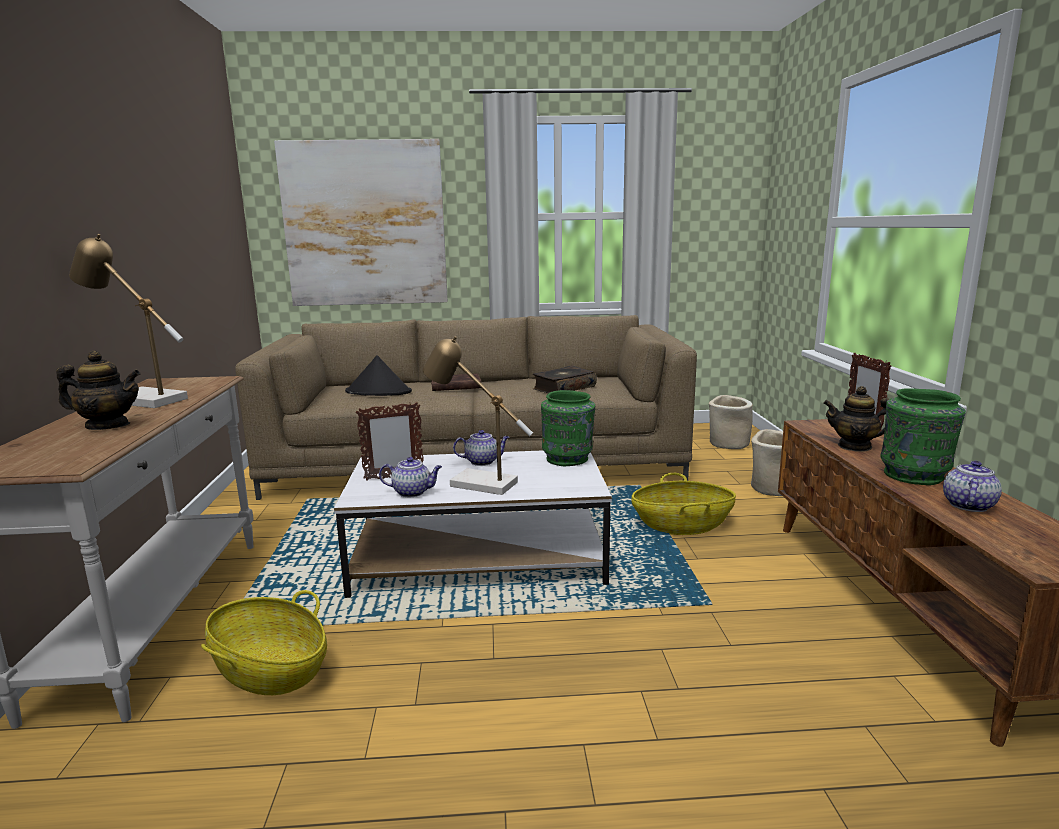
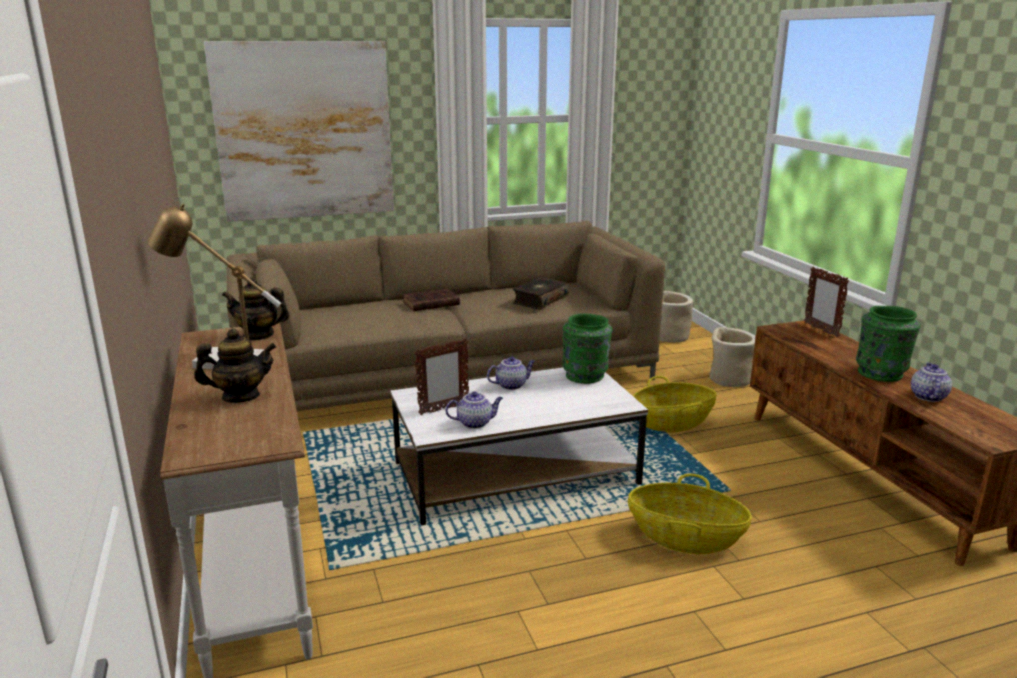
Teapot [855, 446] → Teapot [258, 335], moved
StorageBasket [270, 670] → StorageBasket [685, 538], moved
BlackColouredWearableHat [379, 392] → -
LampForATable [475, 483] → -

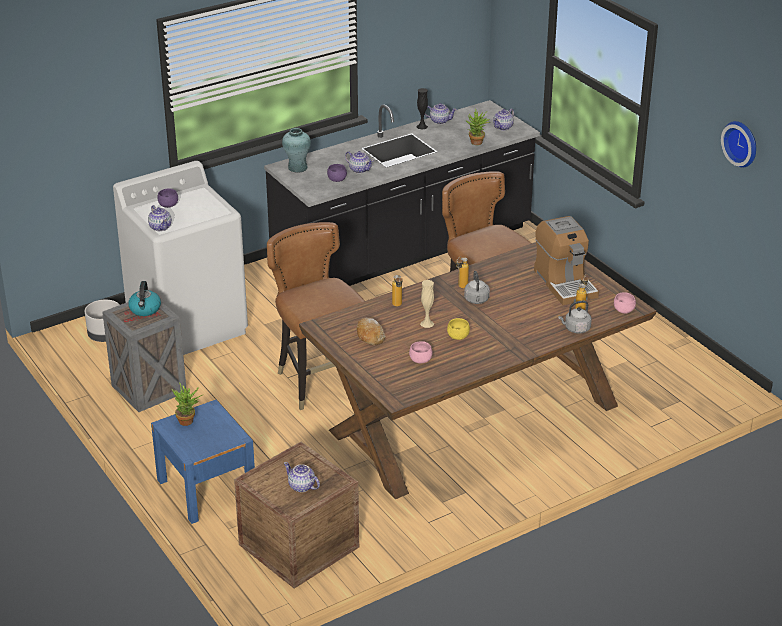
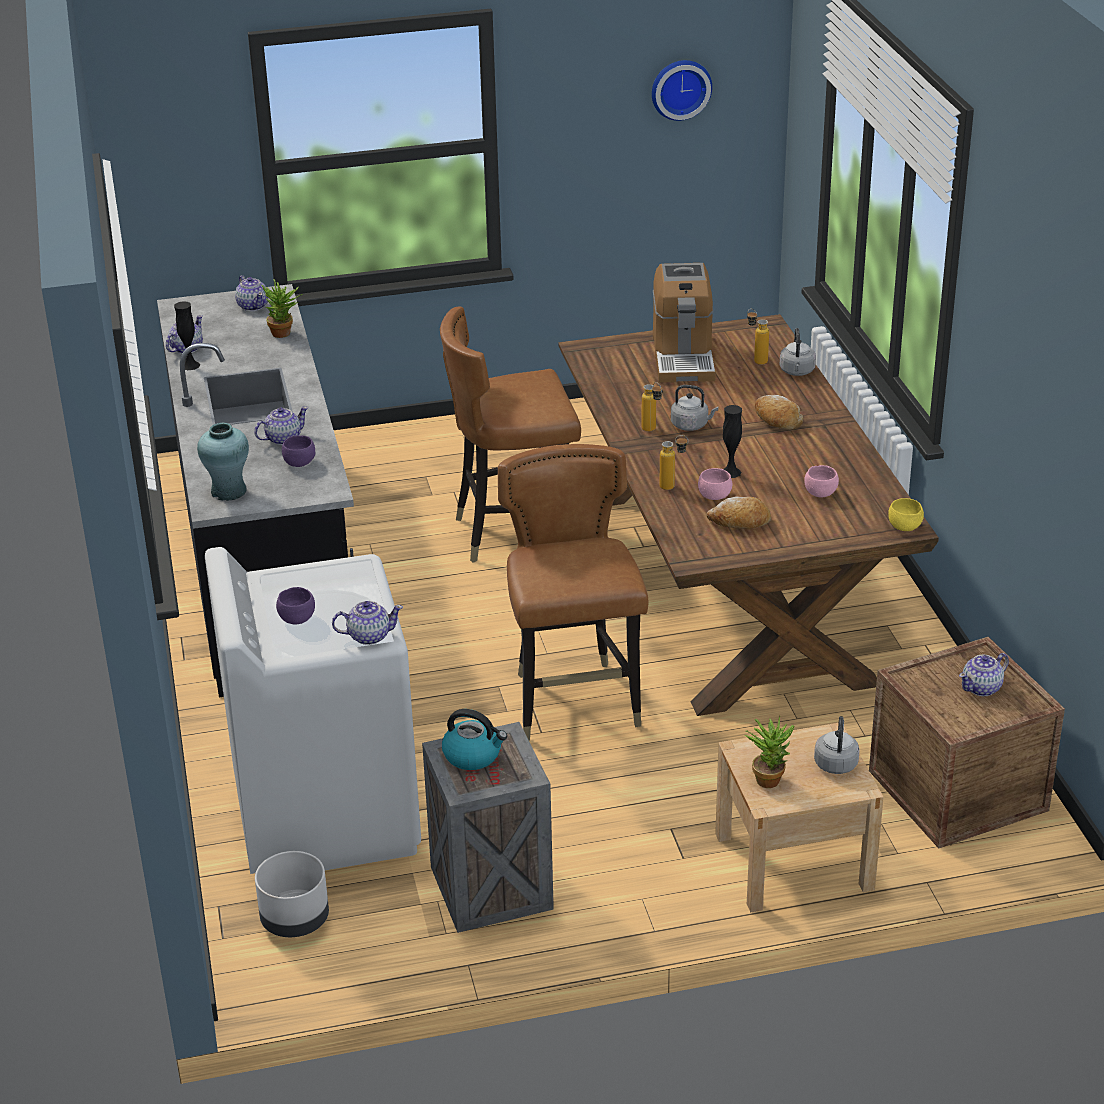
BrownPlainChair [319, 383] → BrownPlainChair [574, 703], 90 degrees clockwise
CoffeeBrewer [564, 283] → CoffeeBrewer [683, 357], 90 degrees clockwise
PinkBowl [624, 310] → PinkBowl [715, 496], moved
BluishNightstand [206, 489] → BeigeNightstand [793, 861]
BeigeDecorativeVase [427, 323] → BlackColouredDecorativeVase [730, 472]
- → BakeryBread [777, 419]
- → GreyishKettle [836, 762]
YellowBowl [458, 337] → YellowBowl [904, 527], moved

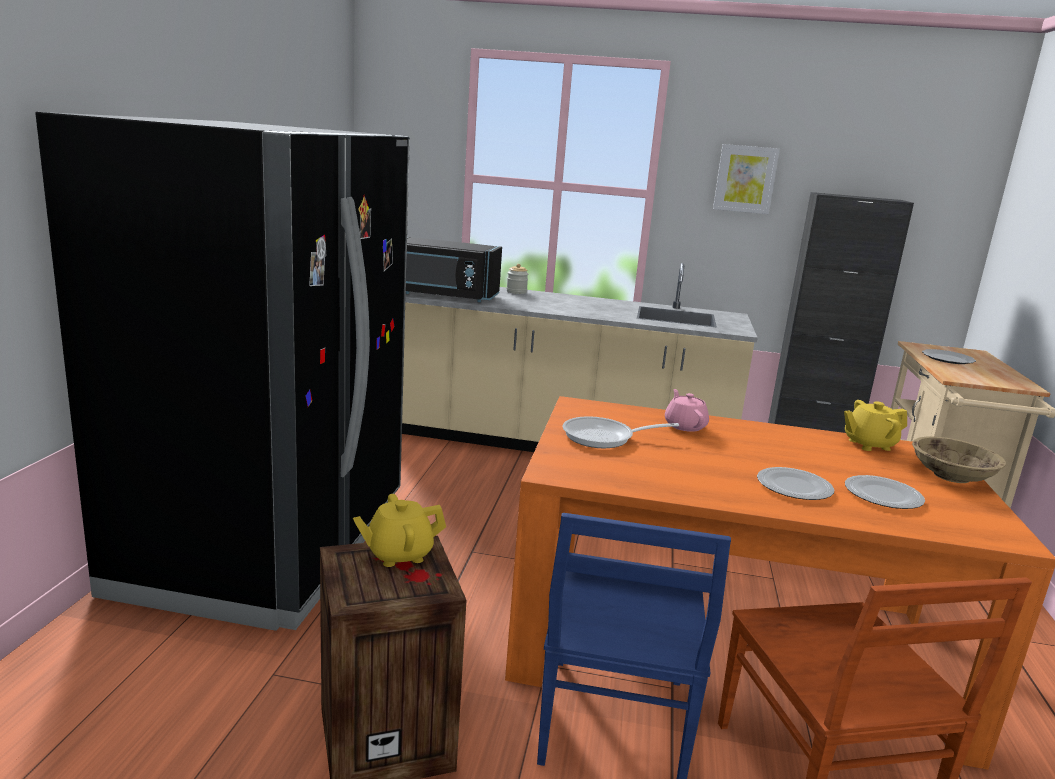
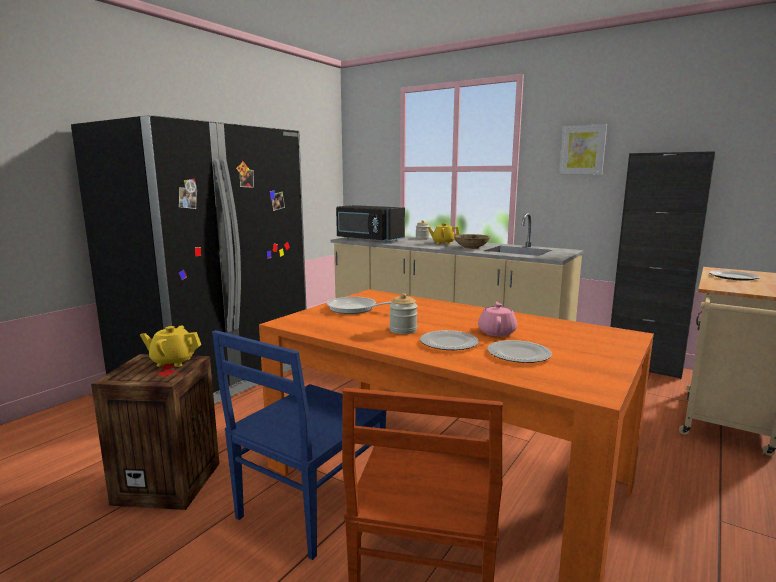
- → Jar [403, 330]
YellowTeapot [868, 444] → YellowTeapot [443, 243], moved
BeigeBowl [951, 476] → BeigeBowl [471, 247], moved
PinkTeapot [685, 426] → PinkTeapot [497, 332], moved

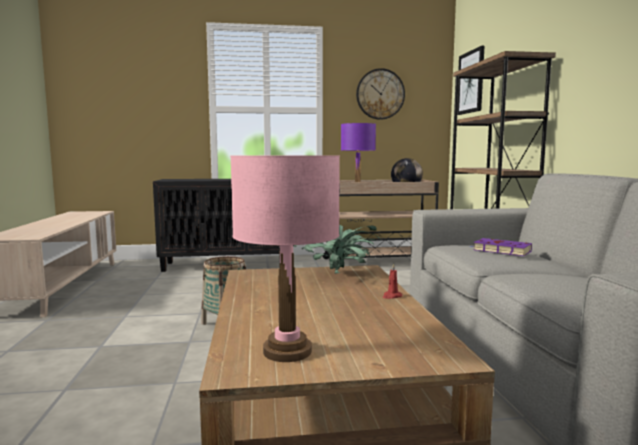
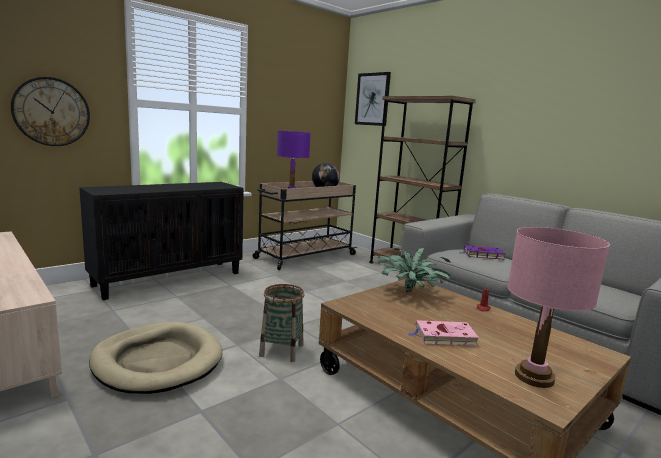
WallClock [380, 94] → WallClock [51, 112], moved
- → BeigeDogBed [157, 361]
- → PinkBook [443, 337]

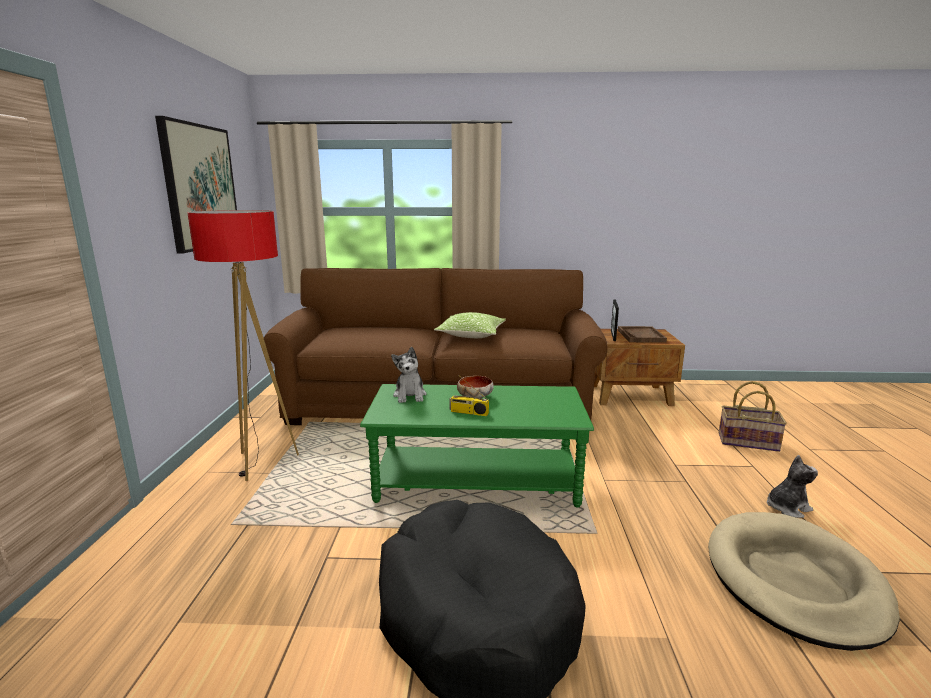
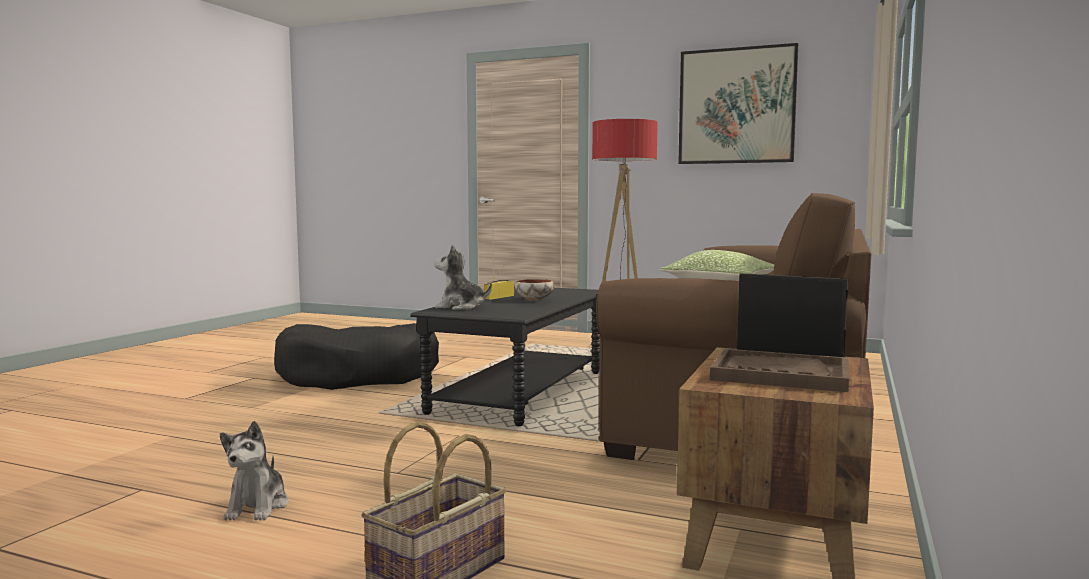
GreenishLowTable [477, 481] → BlackColouredLowTable [519, 393]
PlushToy [410, 395] → PlushToy [460, 307], moved
BeigeDogBed [794, 581] → -

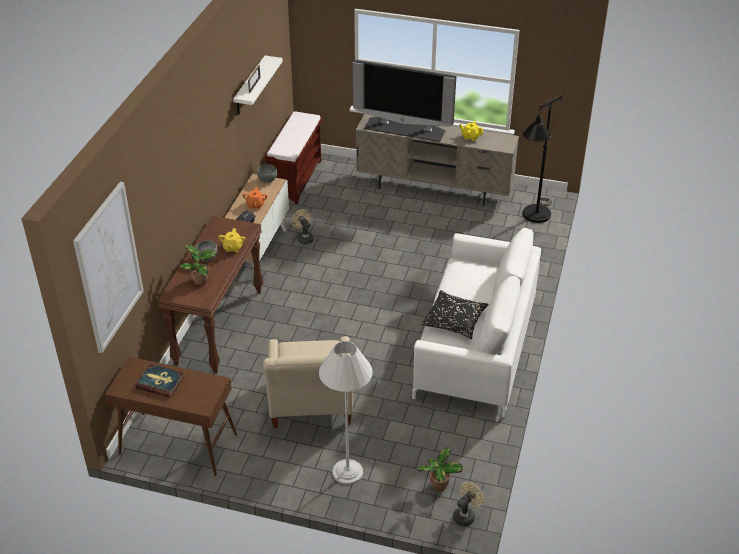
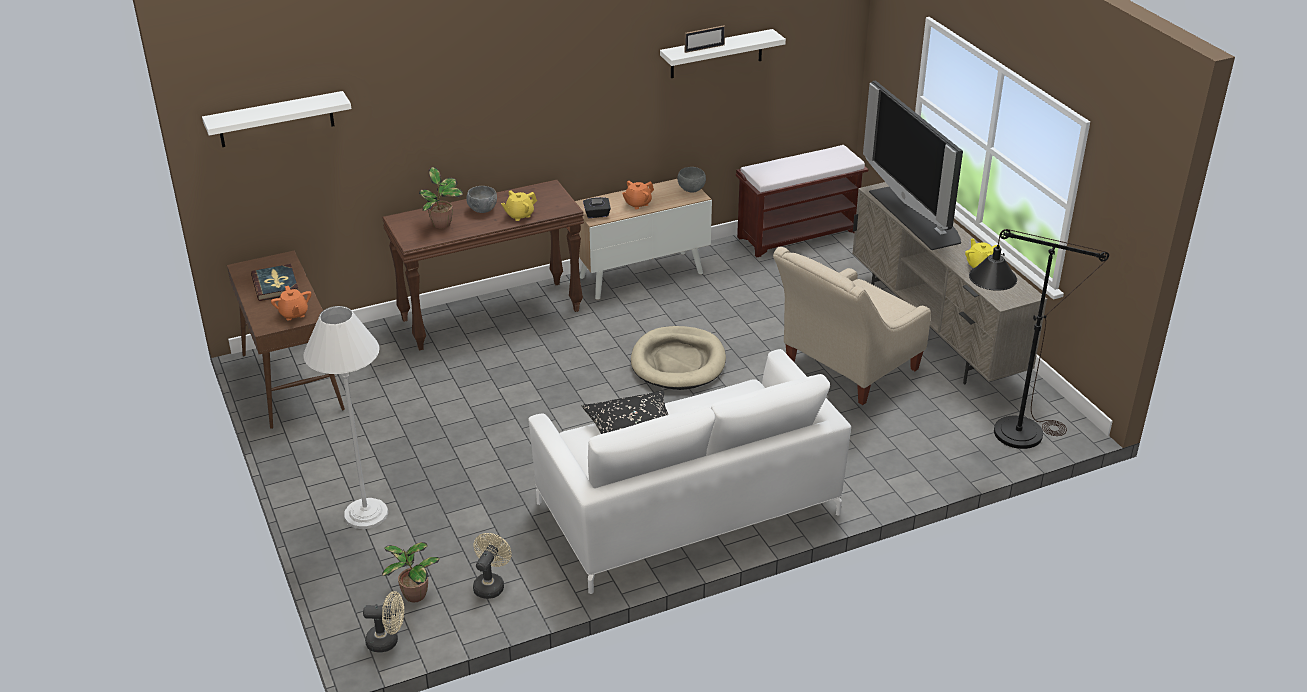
Picture [108, 267] → WhiteShelf [276, 119]
- → OrangeColouredTeapot [293, 314]
BeigeCoolingFan [304, 238] → BeigeCoolingFan [490, 584], moved
- → BeigeDogBed [678, 362]
BeigeArmchair [311, 408] → BeigeArmchair [845, 369], moved

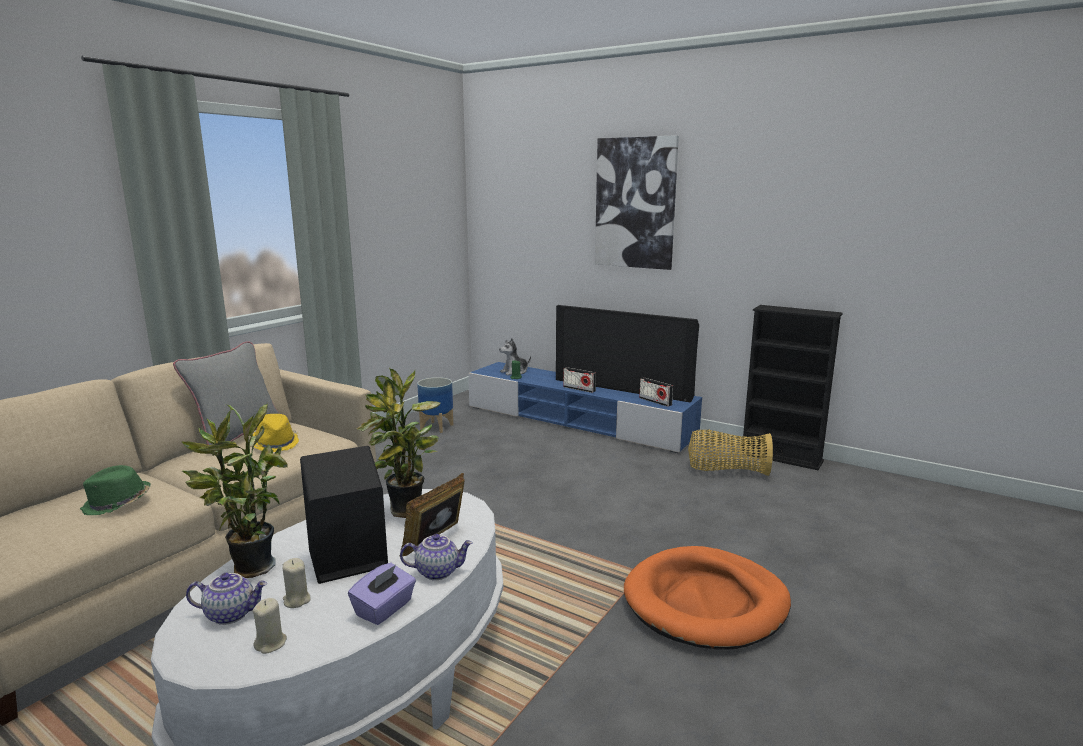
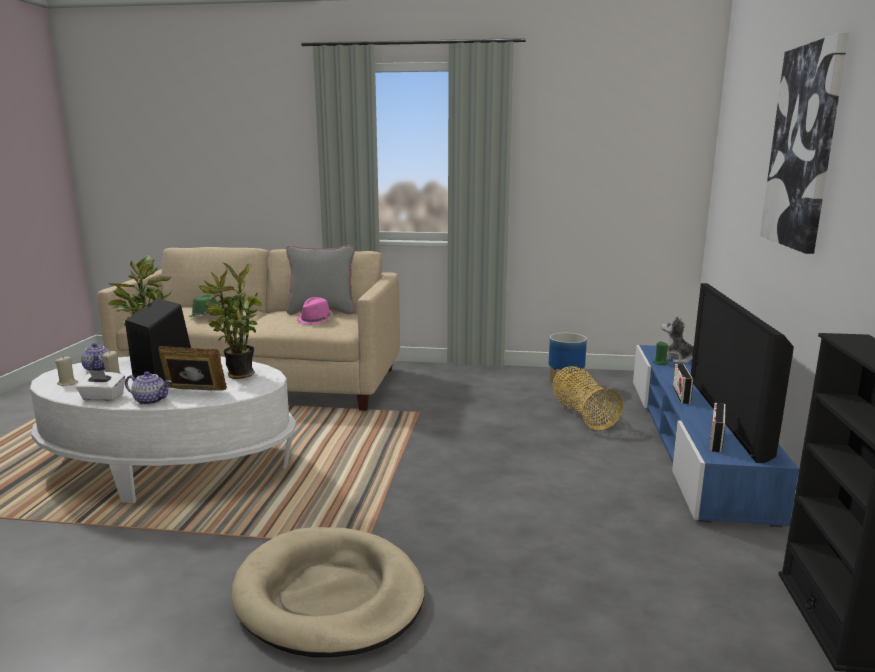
PurpleColouredTissueHolder [384, 609] → WhiteTissueHolder [102, 398]
Teapot [438, 571] → Teapot [151, 400], 45 degrees counterclockwise
OrangeColouredDogBed [706, 602] → BeigeDogBed [329, 596]
YellowWearableHat [276, 444] → PinkWearableHat [315, 320]
StorageBasket [726, 471] → StorageBasket [582, 414], moved

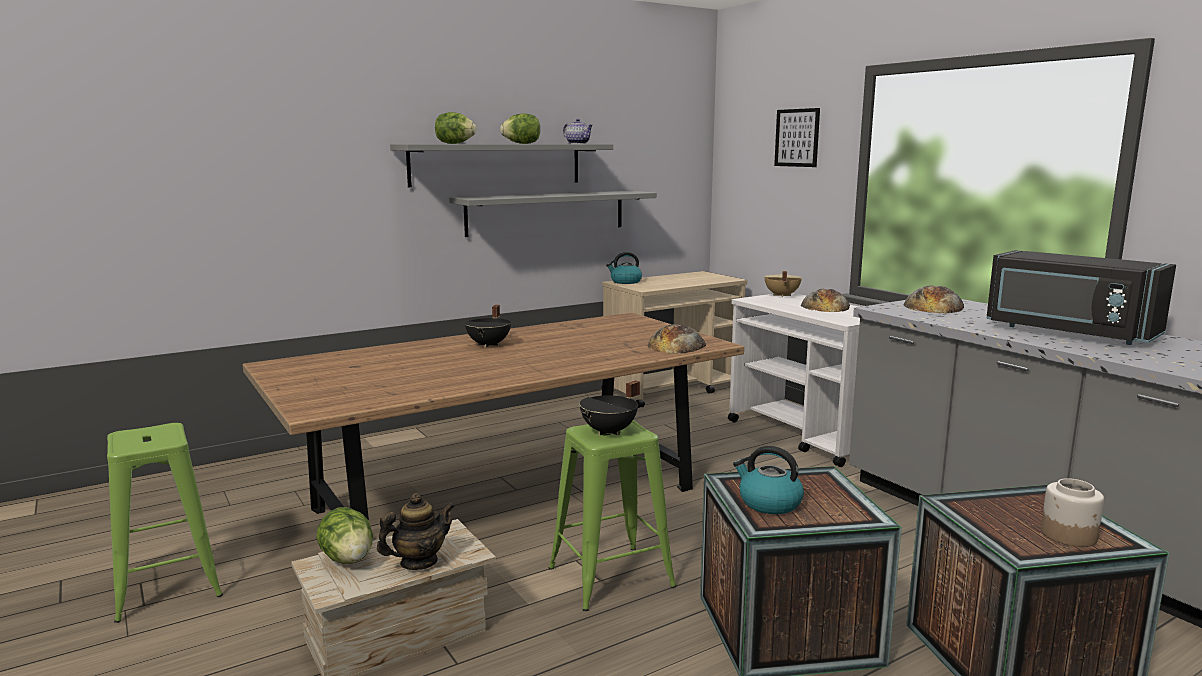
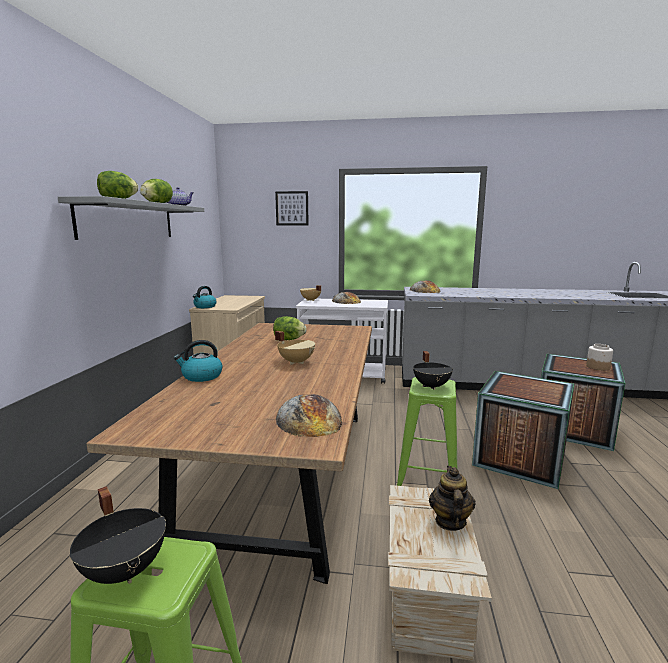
BlackColouredSaucepot [489, 345] → BlackColouredSaucepot [126, 570], moved
Kettle [768, 503] → Kettle [201, 376], moved
HeadOfLettuce [348, 559] → HeadOfLettuce [288, 340], moved
- → BeigeSaucepot [296, 362]
BakeryBread [676, 345] → BakeryBread [309, 419], moved
GreyishShelf [546, 212] → -
BlackColouredMicrowaveOven [1068, 332] → -

